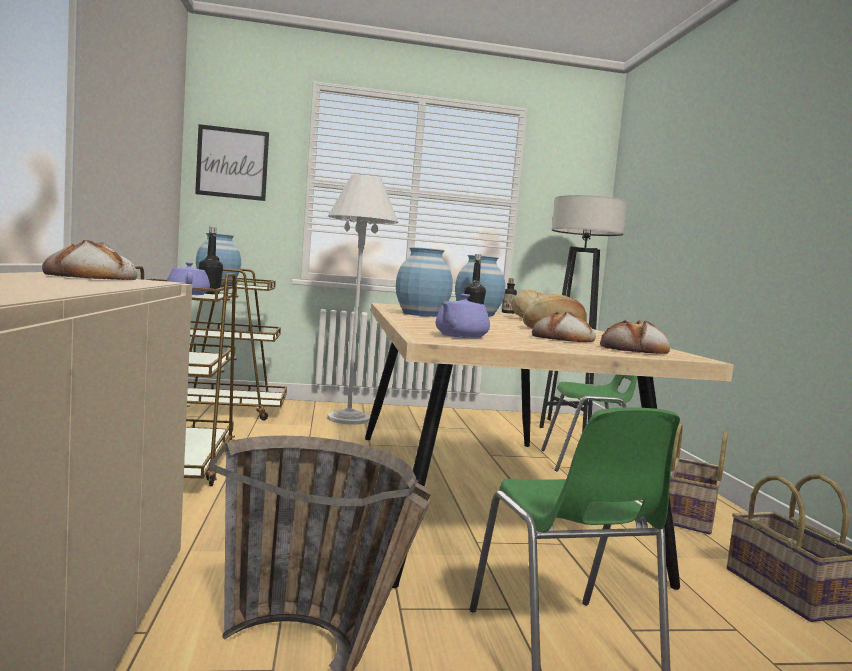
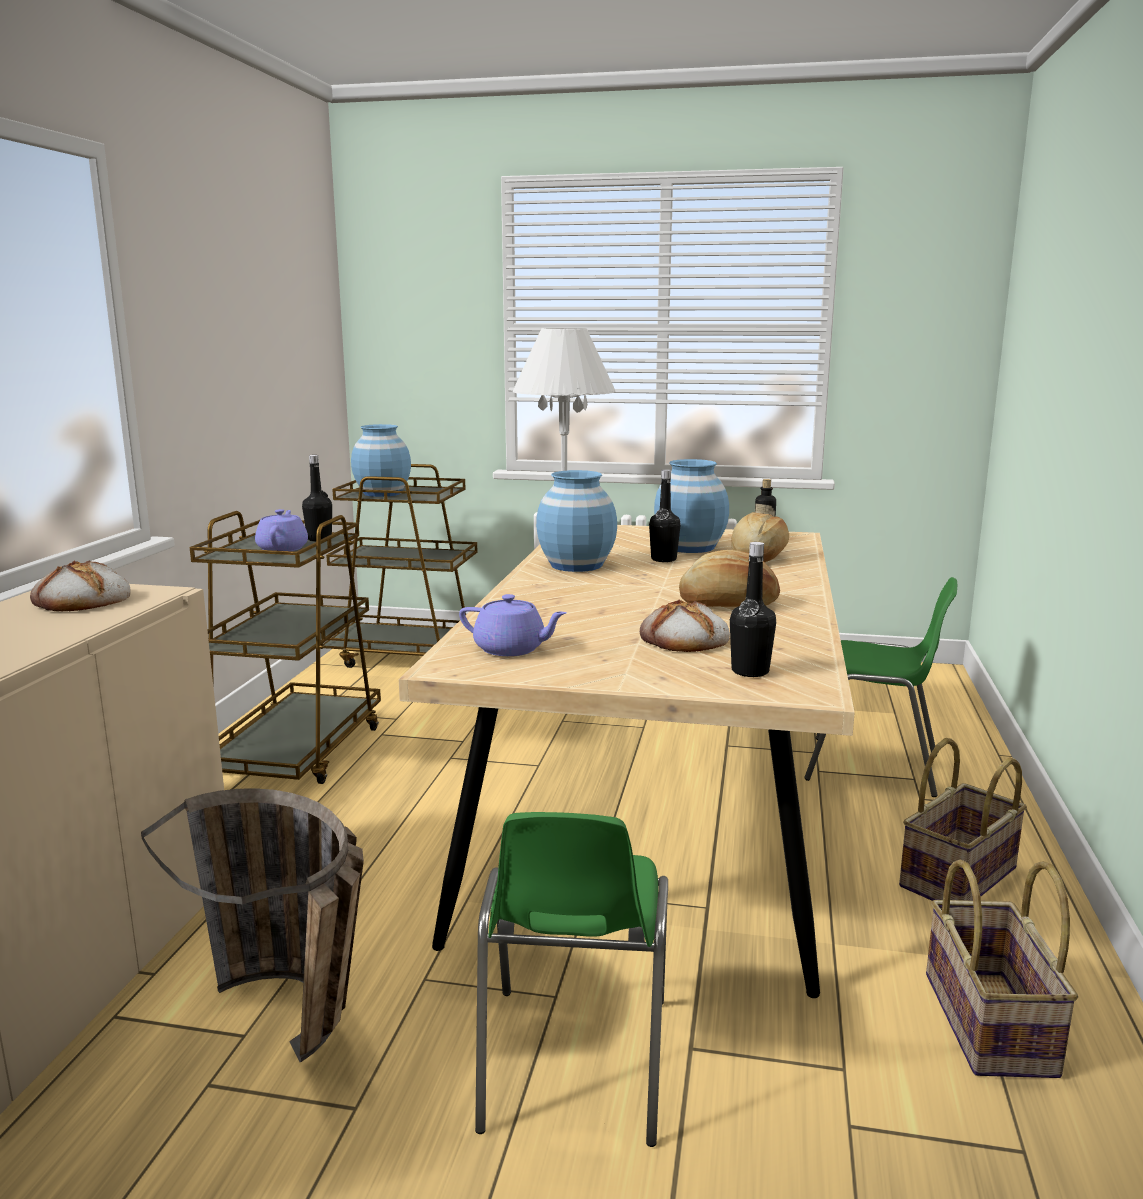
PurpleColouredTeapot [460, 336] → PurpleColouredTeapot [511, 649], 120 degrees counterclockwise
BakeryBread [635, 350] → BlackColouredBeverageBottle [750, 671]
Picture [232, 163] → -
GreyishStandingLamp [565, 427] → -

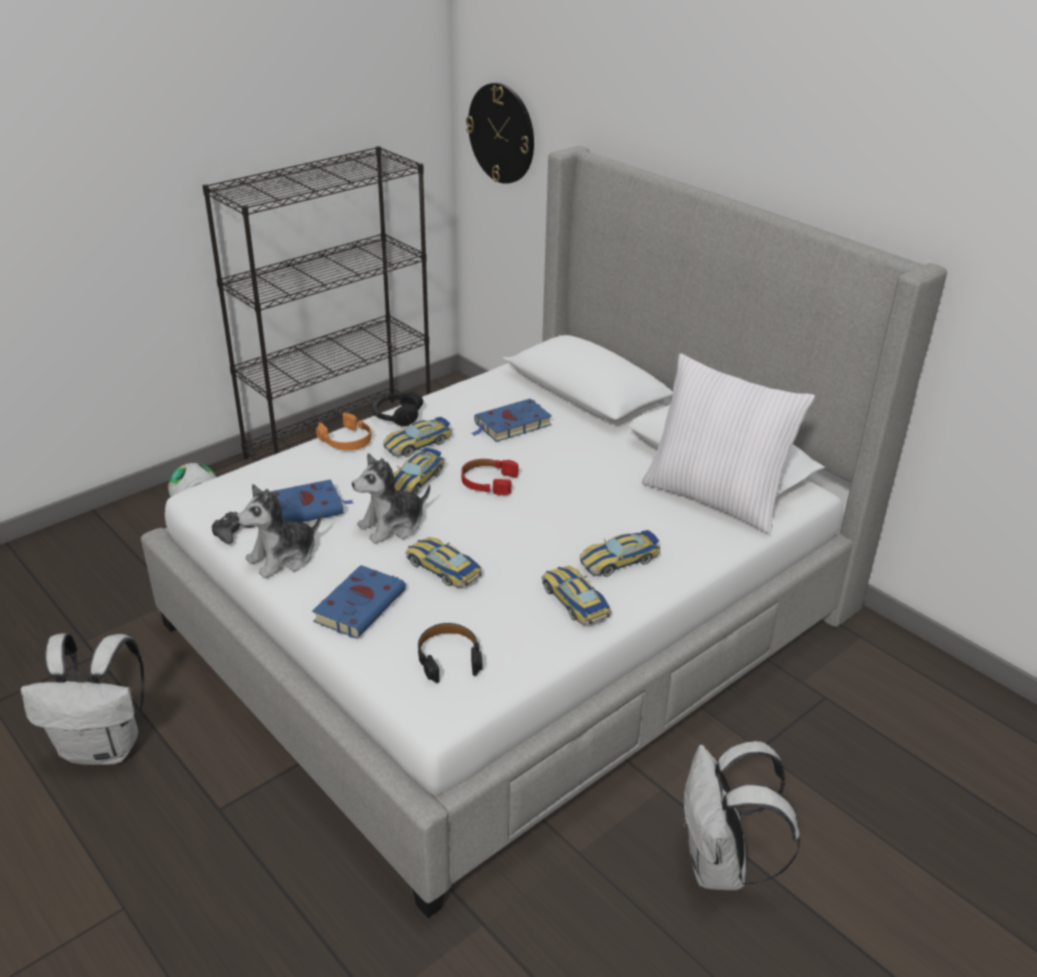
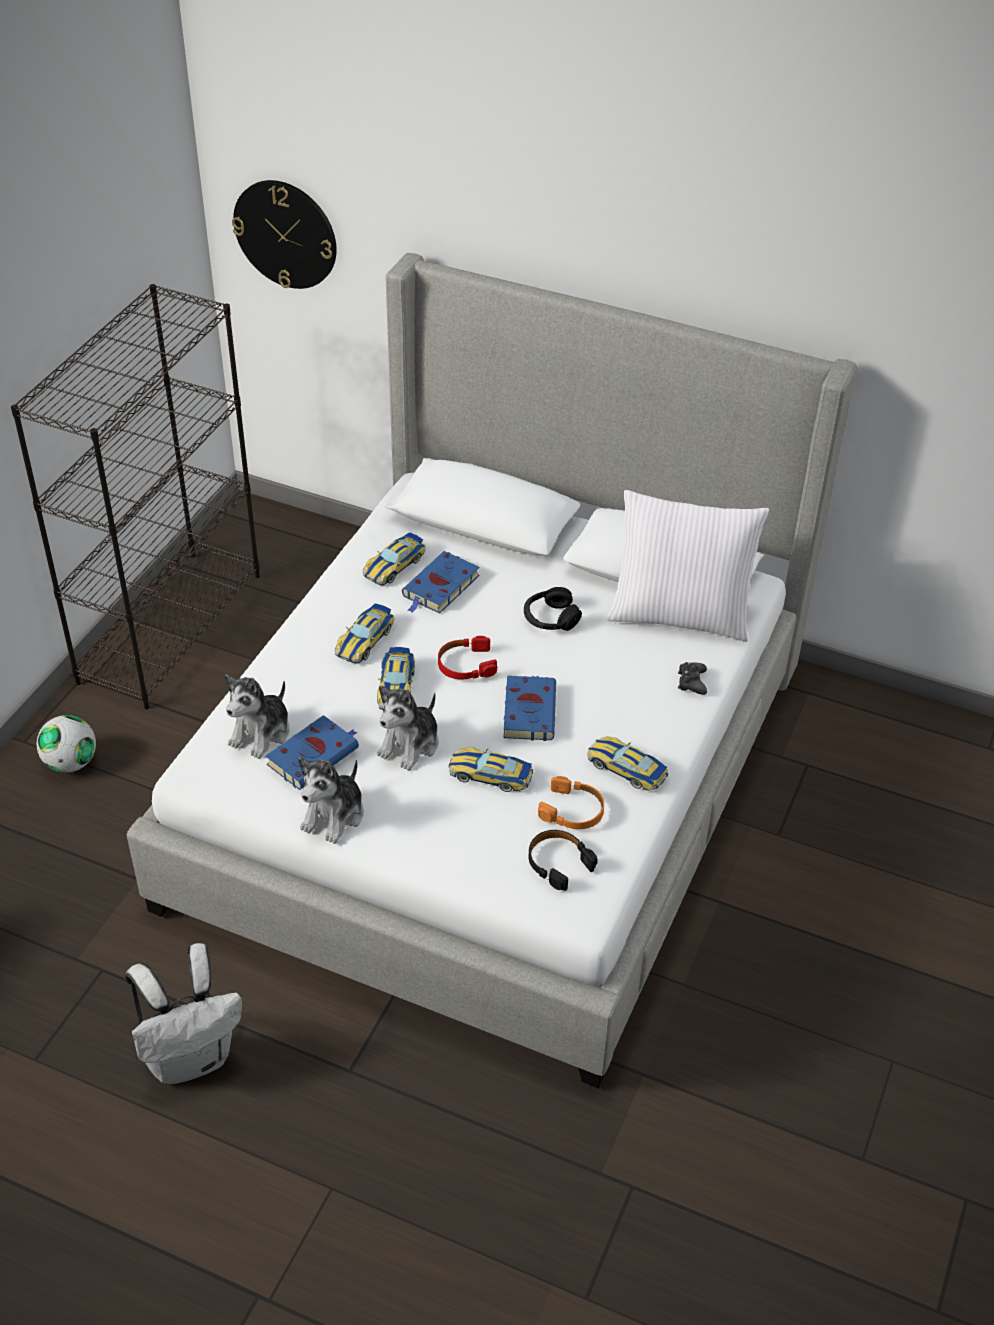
- → PlushToy [261, 733]
MiniatureCar [619, 560] → MiniatureCar [394, 565], moved
BluishBook [361, 605] → BluishBook [529, 710], moved
BlackColouredPairOfHeadphones [396, 416] → BlackColouredPairOfHeadphones [550, 618], moved
OrangeColouredPairOfHeadphones [347, 440] → OrangeColouredPairOfHeadphones [573, 811], moved
BlackColouredJoypad [232, 532] → BlackColouredJoypad [692, 682], moved
WhiteBackpack [720, 866] → -

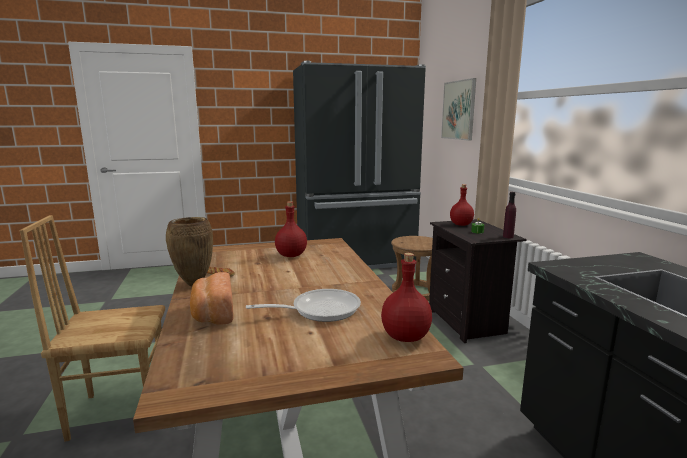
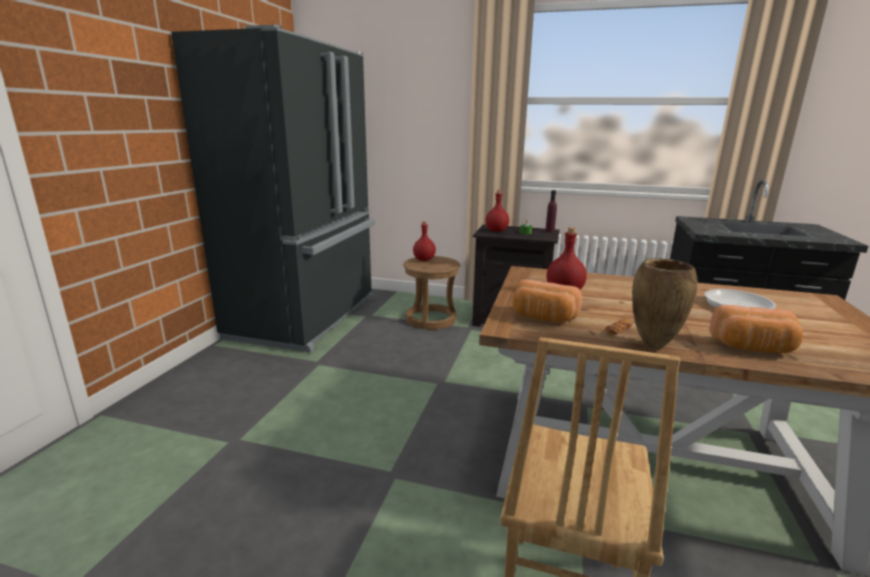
ReddishBeverageBottle [405, 336] → ReddishBeverageBottle [424, 259], moved
- → BakeryBread [543, 317]
Picture [458, 110] → -

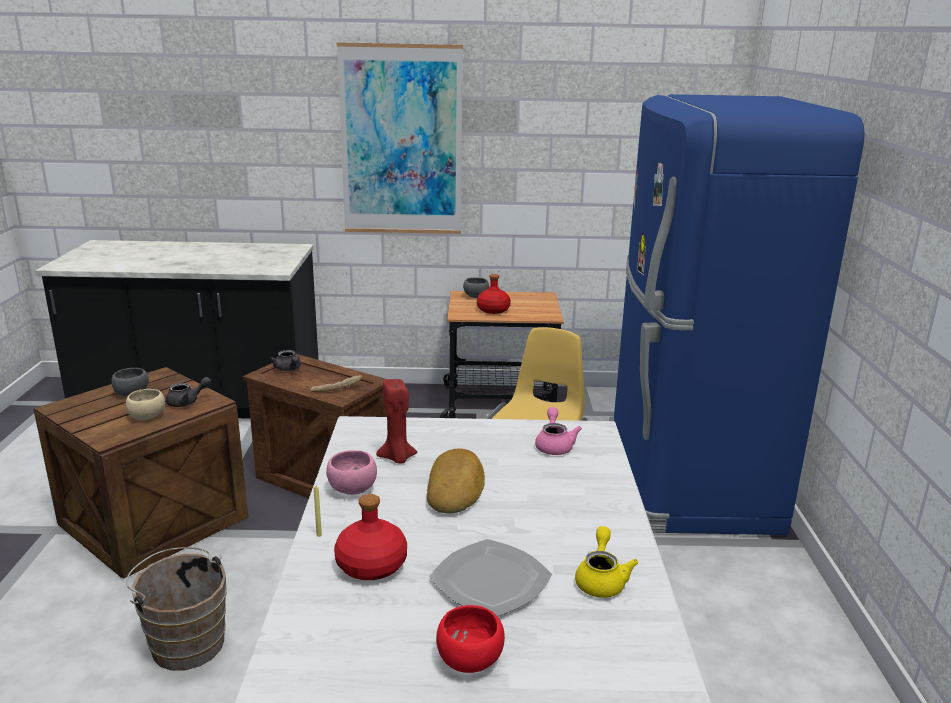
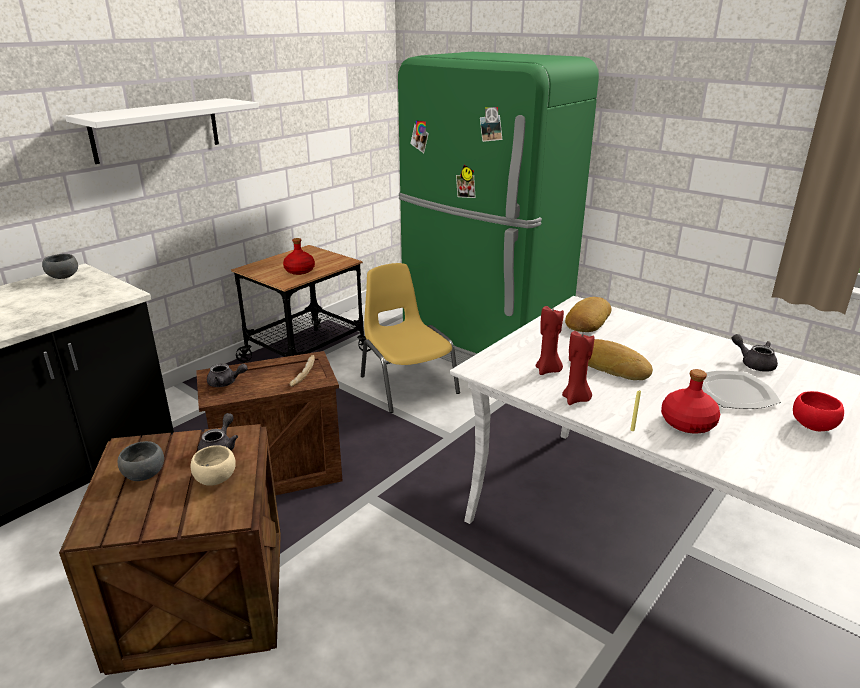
GreyishBowl [475, 297] → GreyishBowl [63, 277], moved
Picture [401, 141] → WhiteShelf [156, 130]
BluishFridge [684, 479] → GreenishFridge [482, 343]
PinkBowl [351, 488] → ReddishWaxLight [576, 399]
PinkTeapot [554, 445] → BakeryBread [586, 320]
YellowTeapot [601, 580] → GreyishTeapot [754, 363]
BrownBucket [186, 642] → -

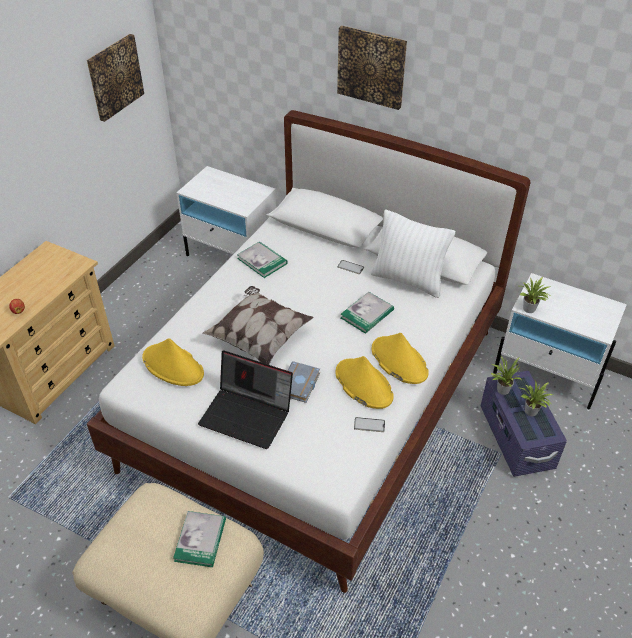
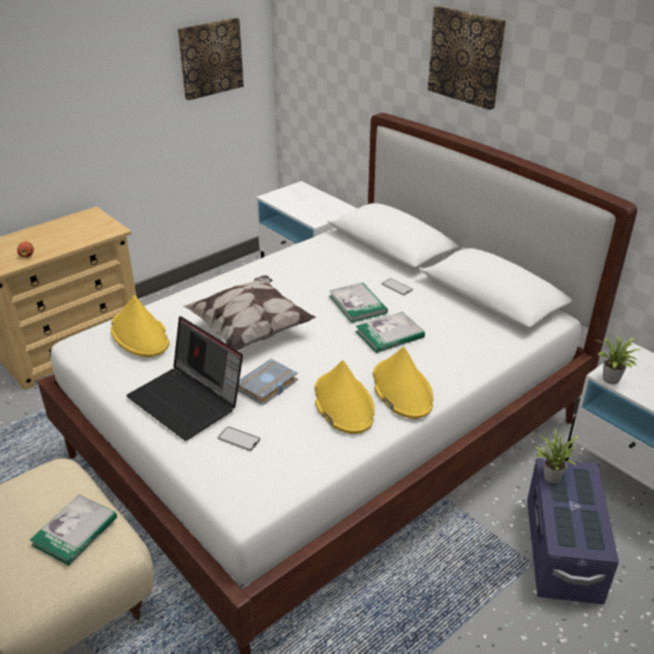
Phone [369, 425] → Phone [239, 439], moved
Book [262, 261] → Book [357, 304], moved
WhitePillow [408, 280] → -
Houseplant [531, 413] → -

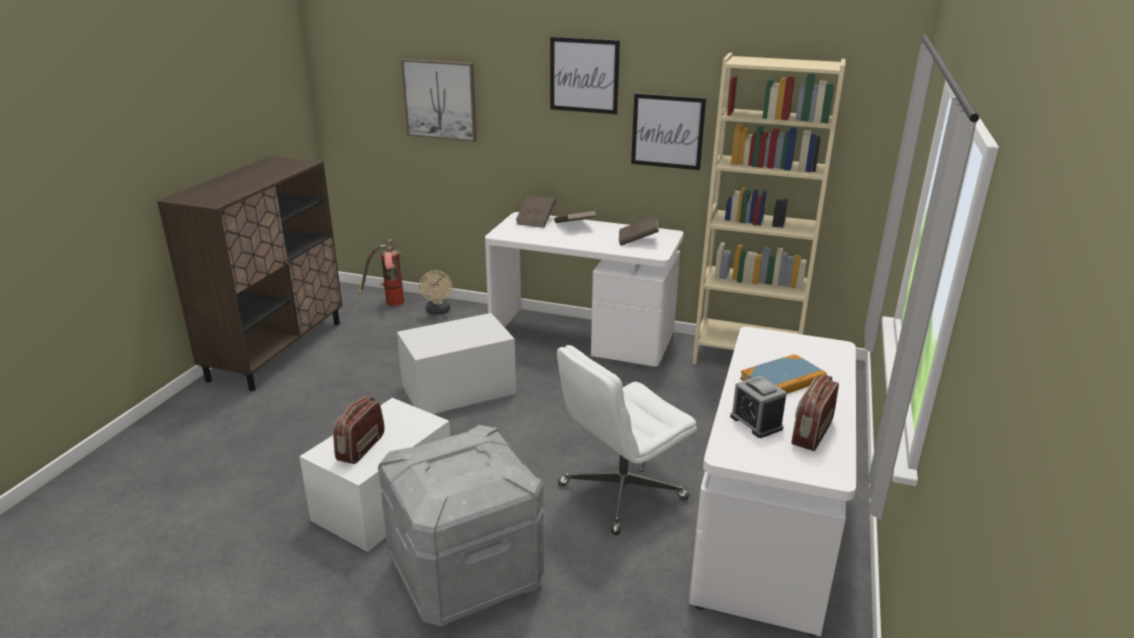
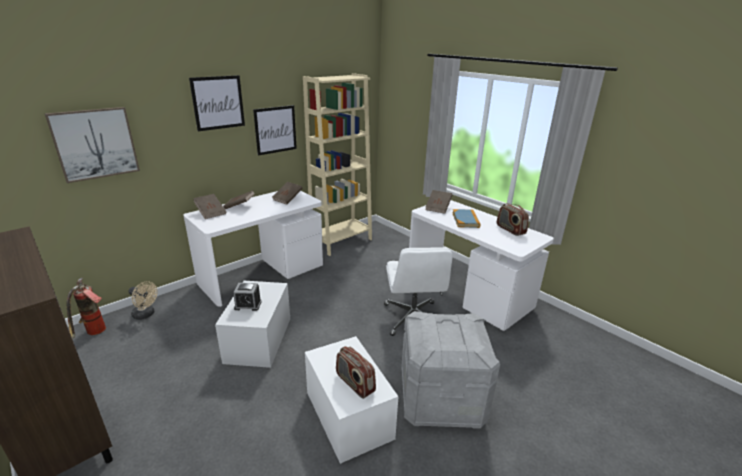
BedsideClock [756, 422] → BedsideClock [248, 305], moved
- → BrownBook [438, 208]

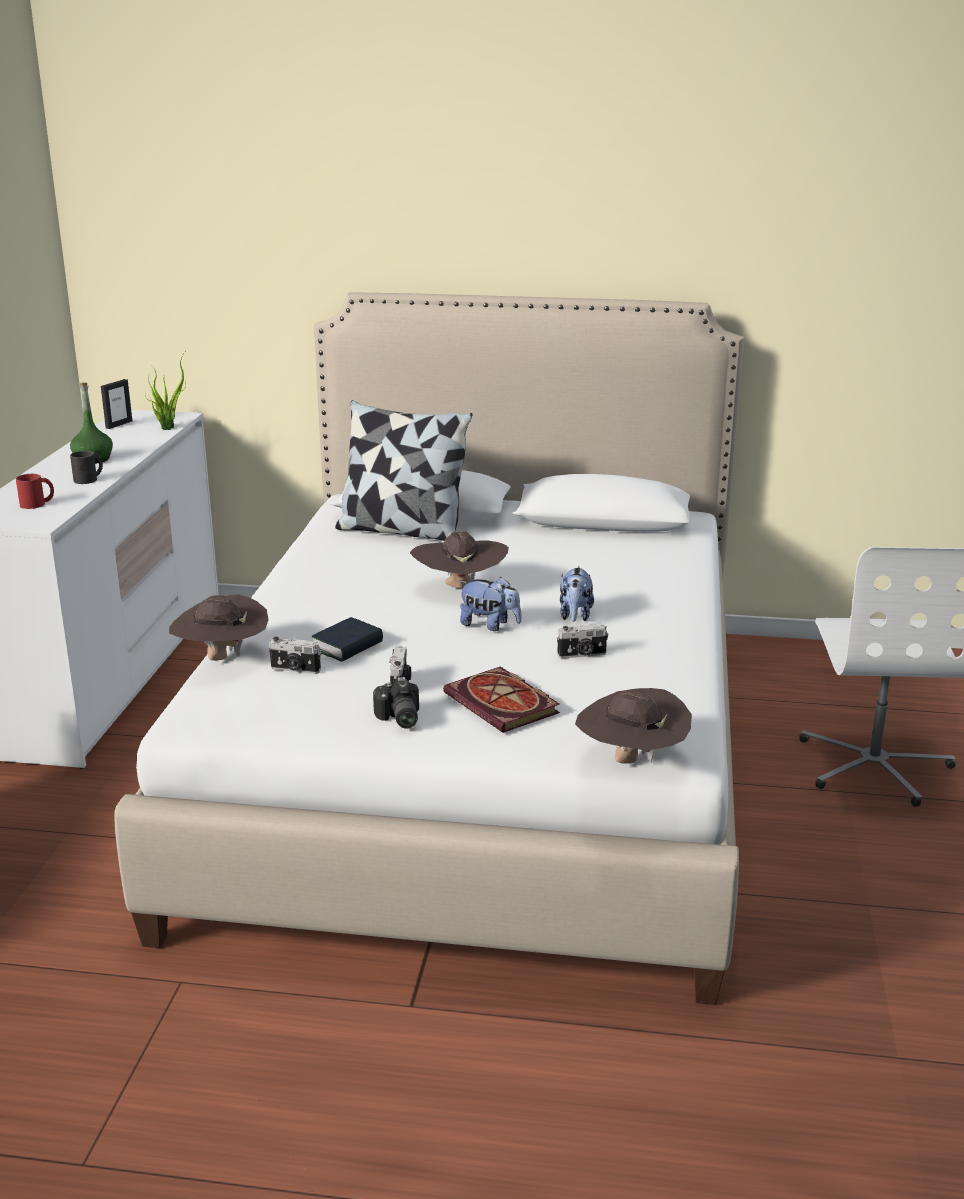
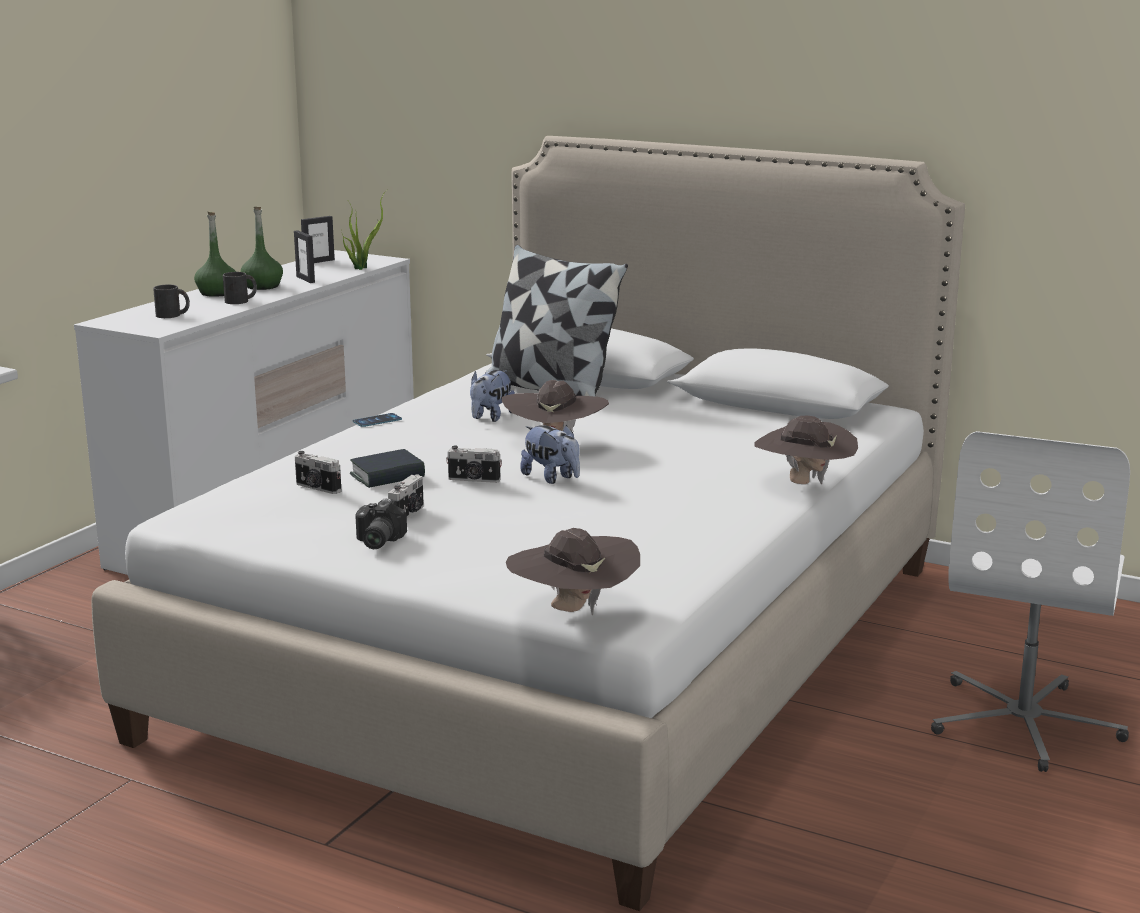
ReddishCoffeeMug [37, 504] → BlackColouredCoffeeMug [173, 315]
- → GreenishBeverageBottle [217, 293]
- → PictureFrame [306, 279]
- → Phone [377, 420]
StillCamera [582, 655] → StillCamera [474, 480], moved
PlushToy [575, 616] → PlushToy [490, 417], moved
BrownWearableHat [221, 658] → BrownWearableHat [803, 484], moved
Book [504, 704] → -

